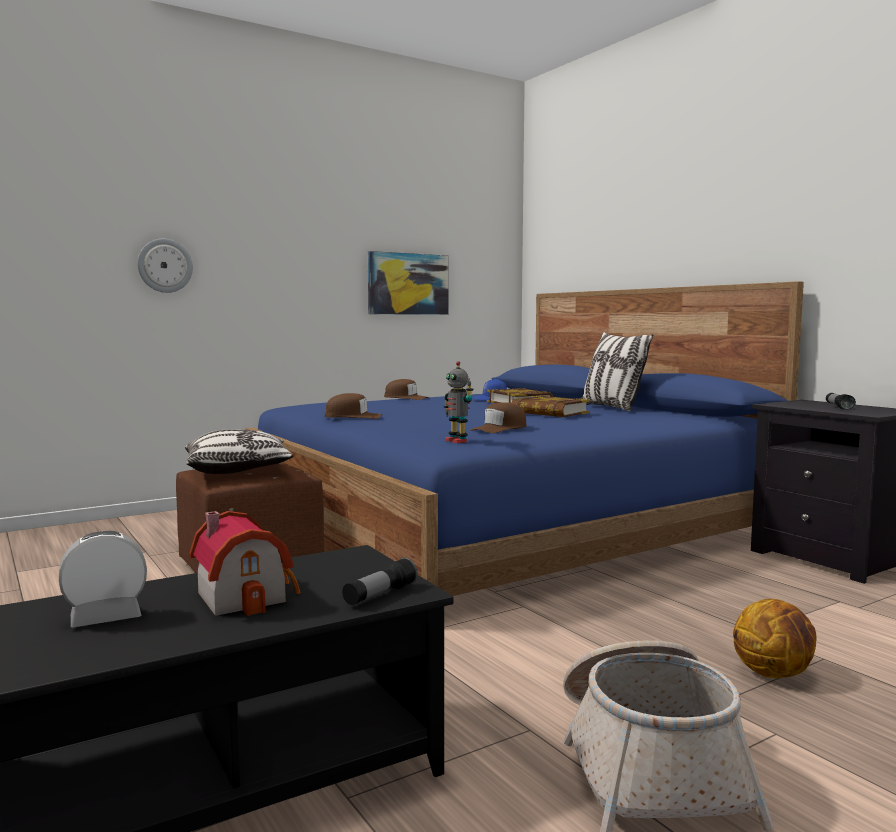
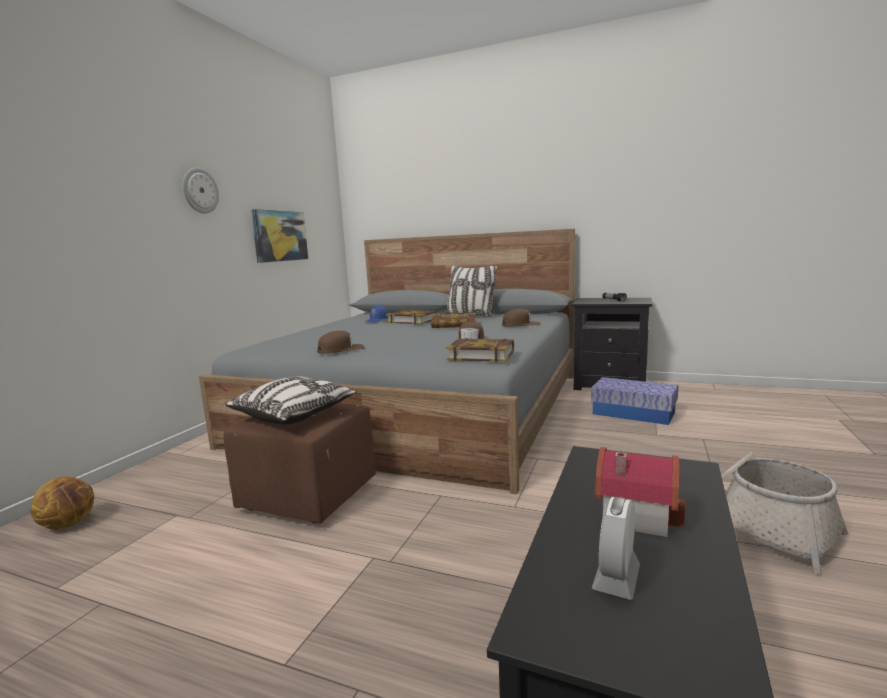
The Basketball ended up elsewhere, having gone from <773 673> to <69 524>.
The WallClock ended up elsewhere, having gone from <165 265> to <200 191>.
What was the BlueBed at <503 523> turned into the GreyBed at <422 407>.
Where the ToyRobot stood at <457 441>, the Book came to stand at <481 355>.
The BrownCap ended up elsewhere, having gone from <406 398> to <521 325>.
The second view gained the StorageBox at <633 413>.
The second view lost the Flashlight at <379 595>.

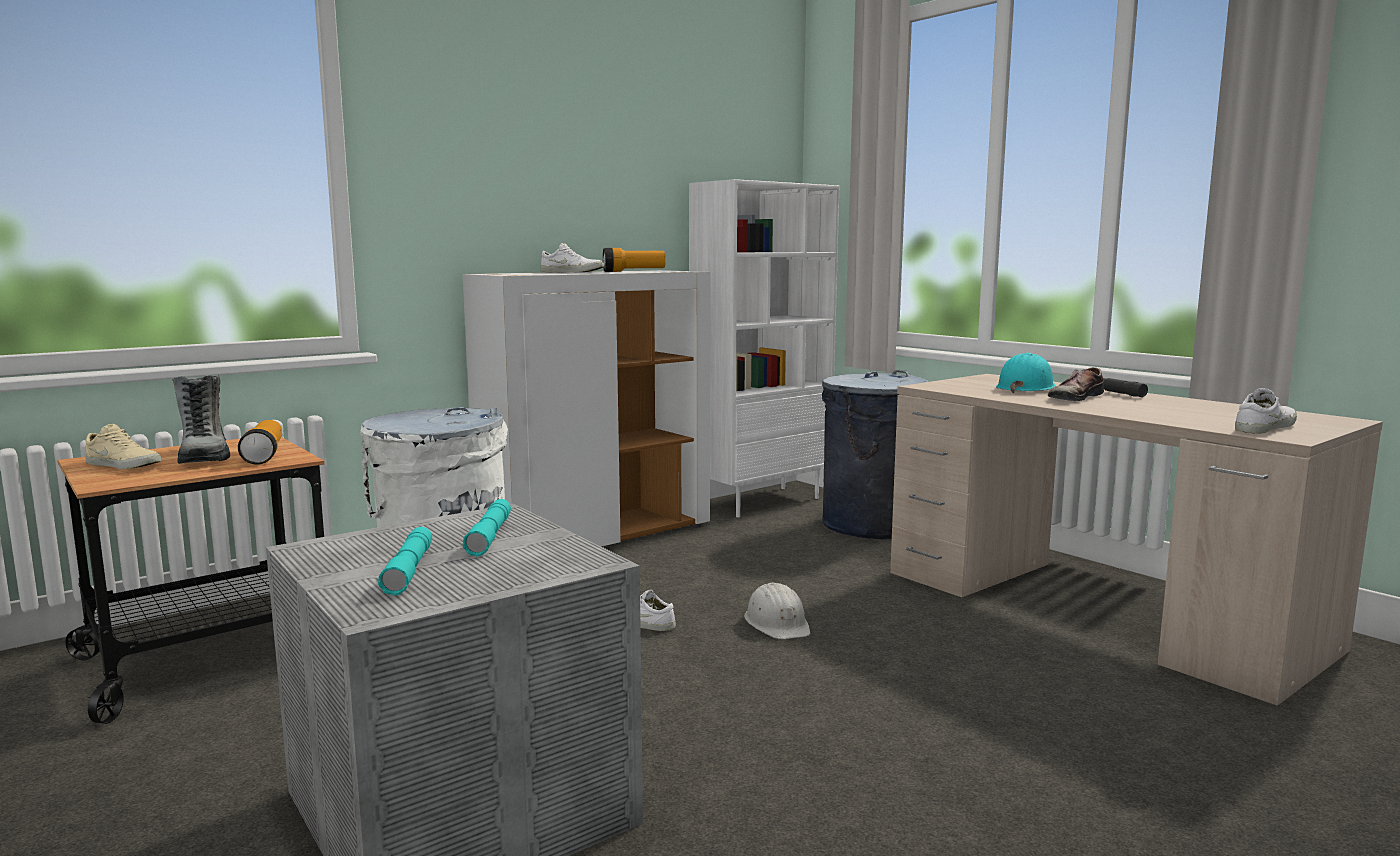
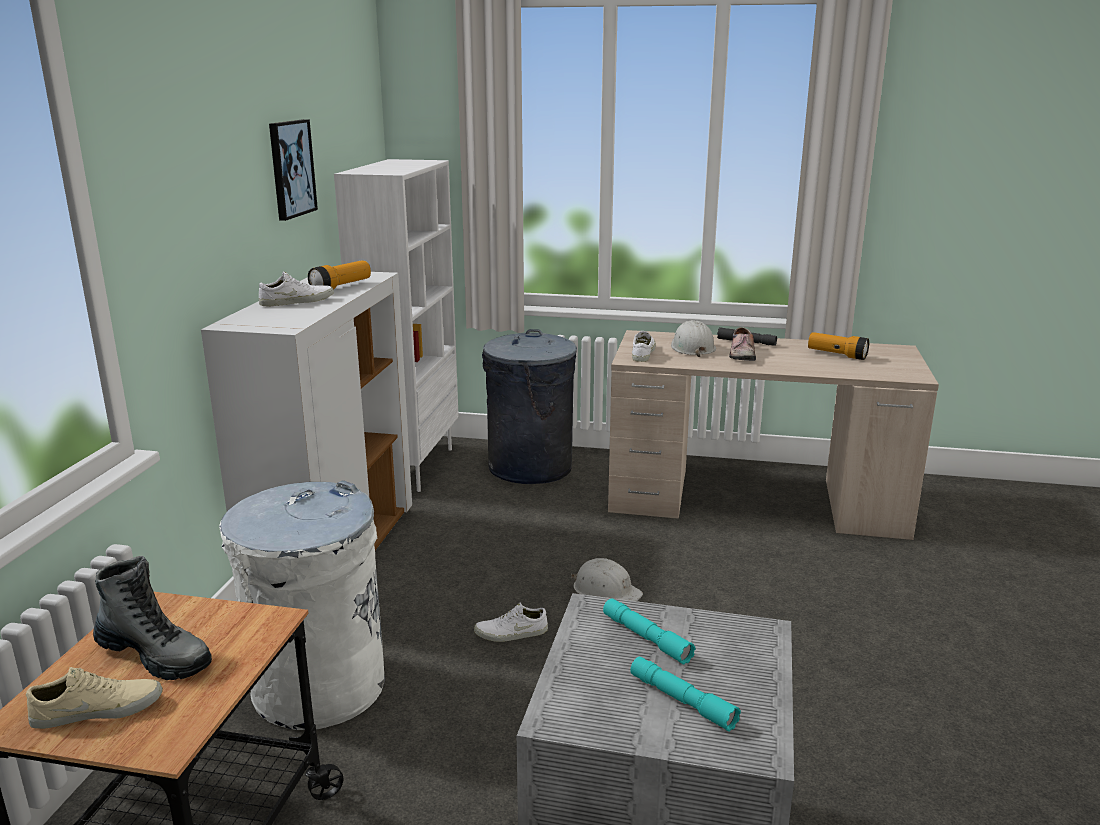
The second view gained the Picture at <291 168>.
The WhiteShoe ended up elsewhere, having gone from <1263 427> to <642 353>.
What was the TurquoiseHardHat at <1026 388> turned into the WhiteHardHat at <692 347>.
The Flashlight ended up elsewhere, having gone from <264 455> to <837 355>.

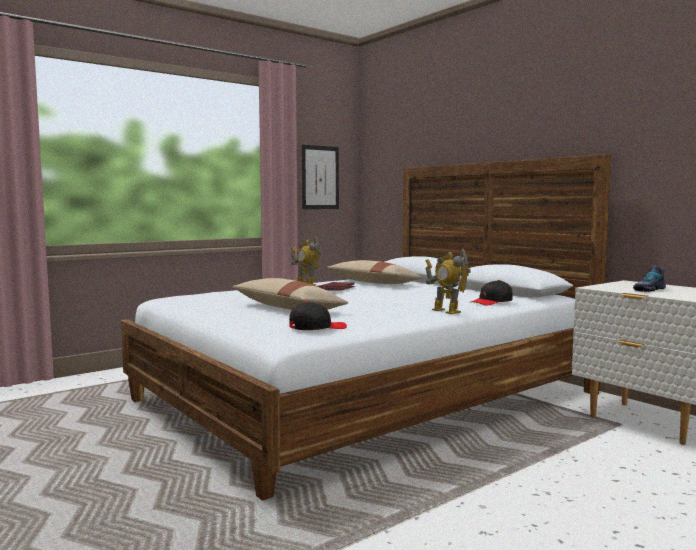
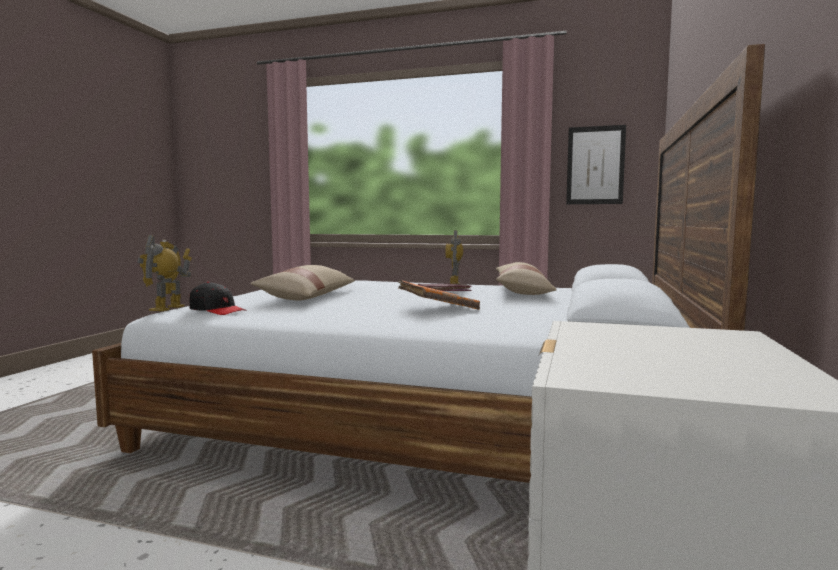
The ToyRobot ended up elsewhere, having gone from <446 311> to <168 308>.
The second view gained the OrangeBook at <438 308>.
The second view lost the BlackCap at <491 302>.
The second view lost the Shoe at <648 289>.

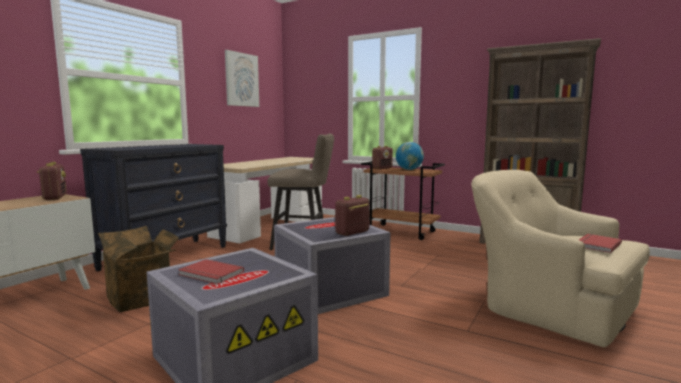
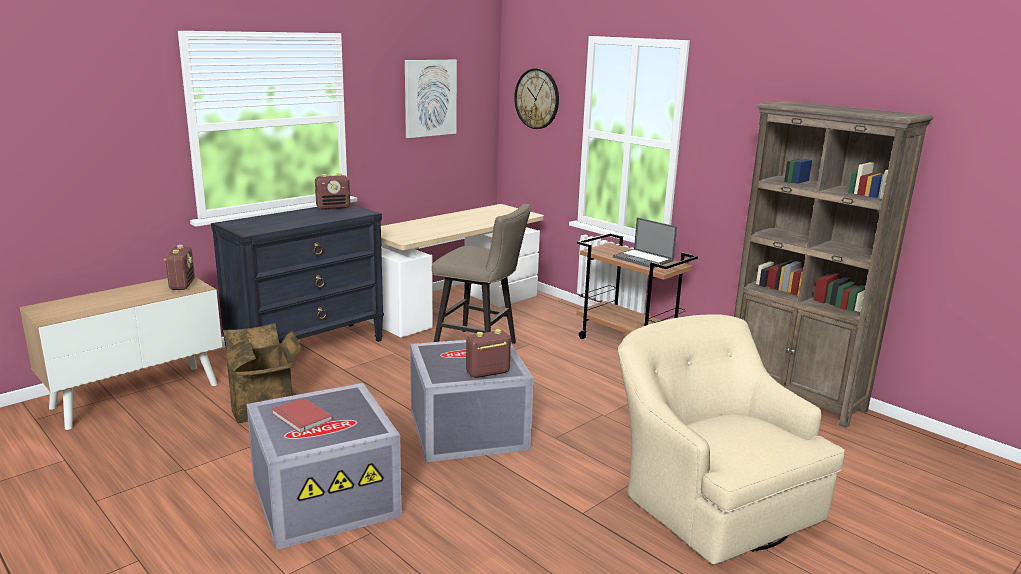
The Radio ended up elsewhere, having gone from <382 168> to <333 208>.
The second view gained the WallClock at <537 98>.
Where the Globe stood at <409 169>, the Laptop came to stand at <644 259>.
The second view lost the RedBook at <596 245>.

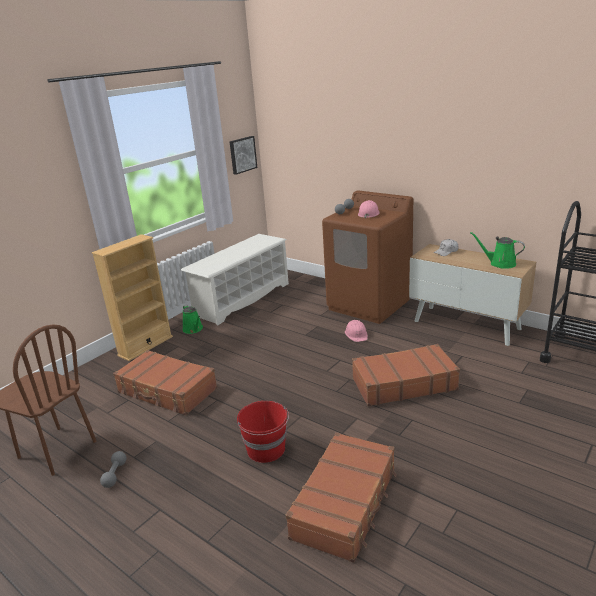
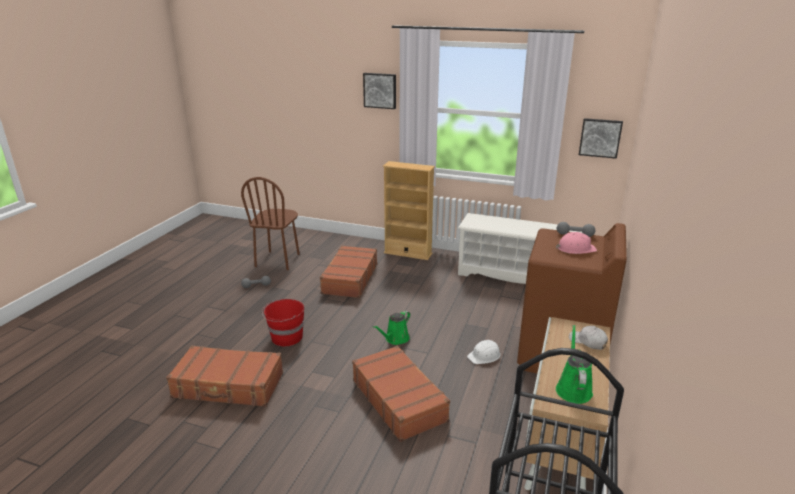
The second view gained the Picture at <380 90>.
The GreenWateringCan ended up elsewhere, having gone from <193 329> to <395 339>.
What was the PinkHardHat at <356 334> turned into the WhiteHardHat at <484 356>.

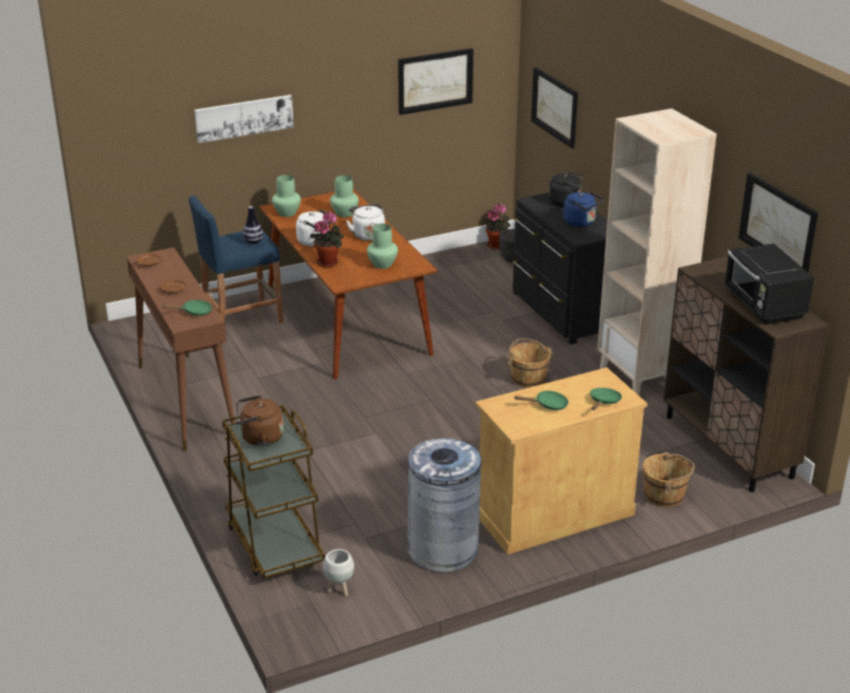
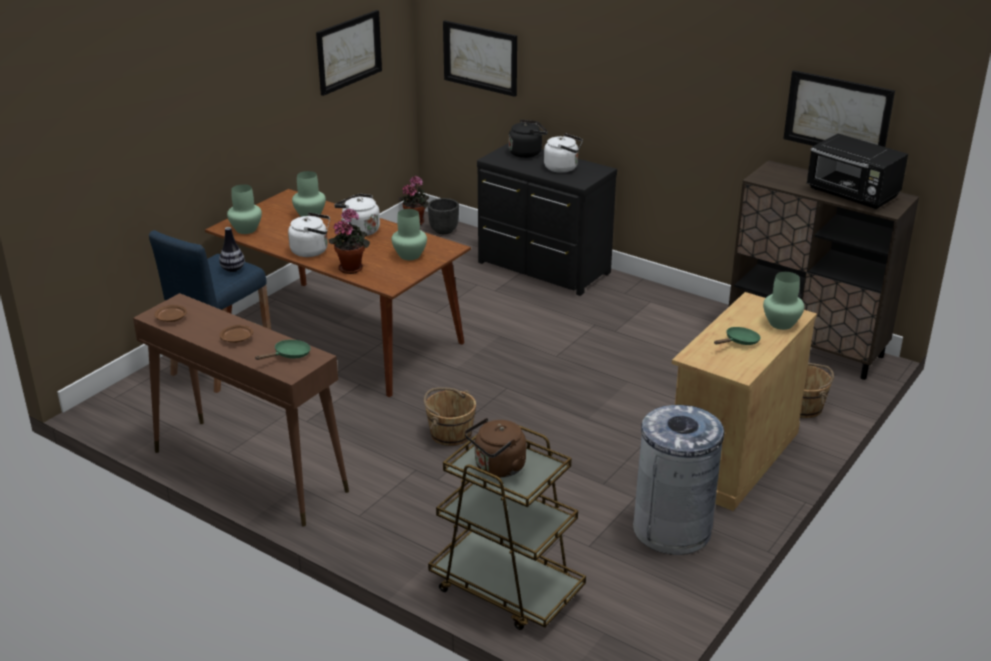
The BrownBucket ended up elsewhere, having gone from <528 378> to <450 433>.
What was the BlueKettle at <581 222> turned into the WhiteKettle at <563 168>.
Where the GreenFryingPan stood at <604 402>, the GreenVase came to stand at <781 323>.
The second view lost the Picture at <244 117>.
The second view lost the WhitePlanter at <339 590>.
The second view lost the BeigeBookcase at <641 378>.

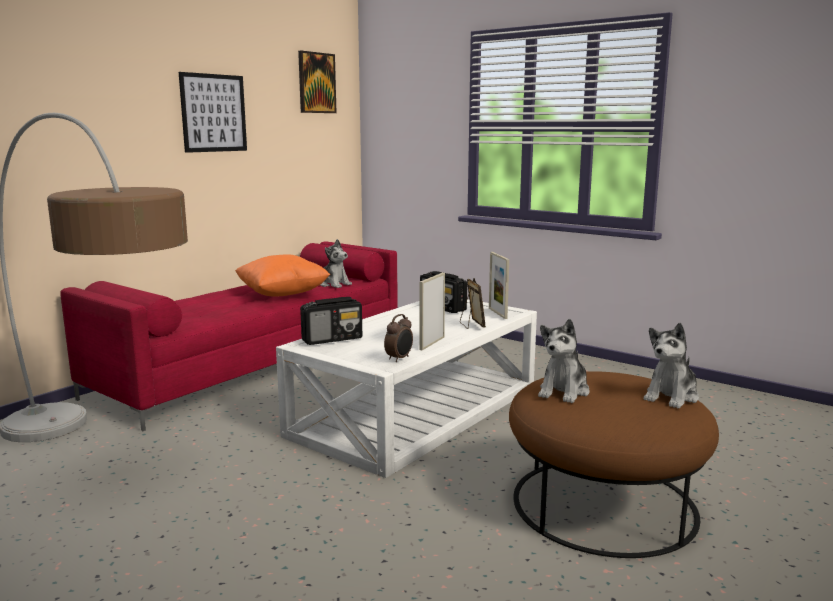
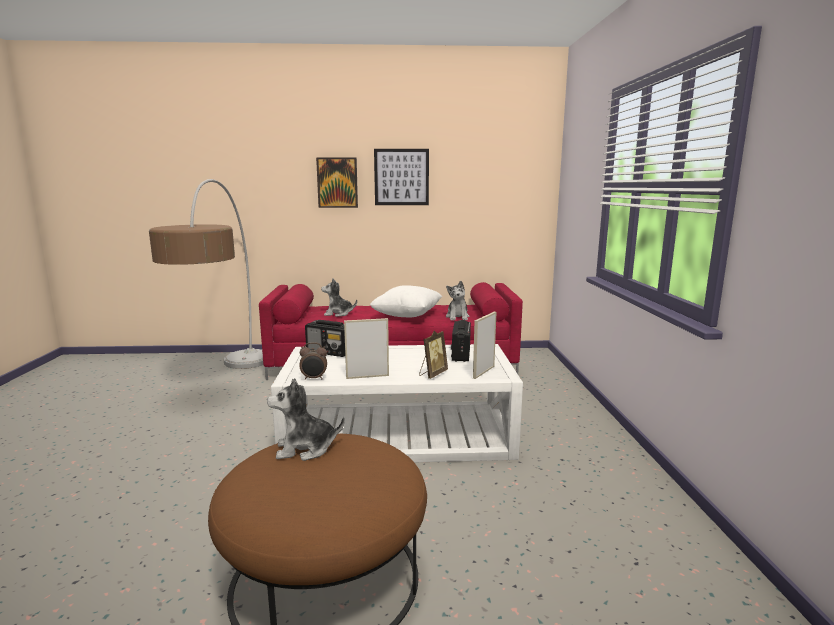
The Picture ended up elsewhere, having gone from <316 83> to <337 182>.
The PlushToy ended up elsewhere, having gone from <671 396> to <338 314>.
What was the OrangePillow at <283 295> turned into the WhitePillow at <407 316>.

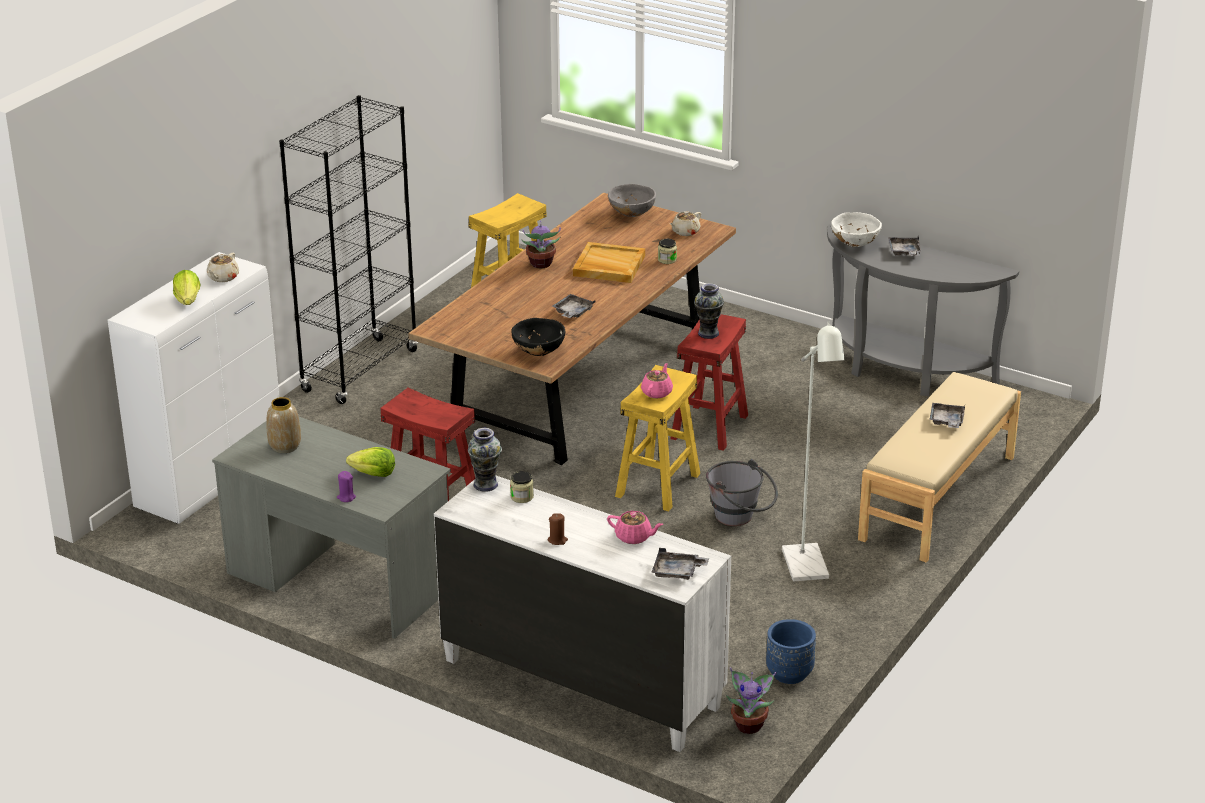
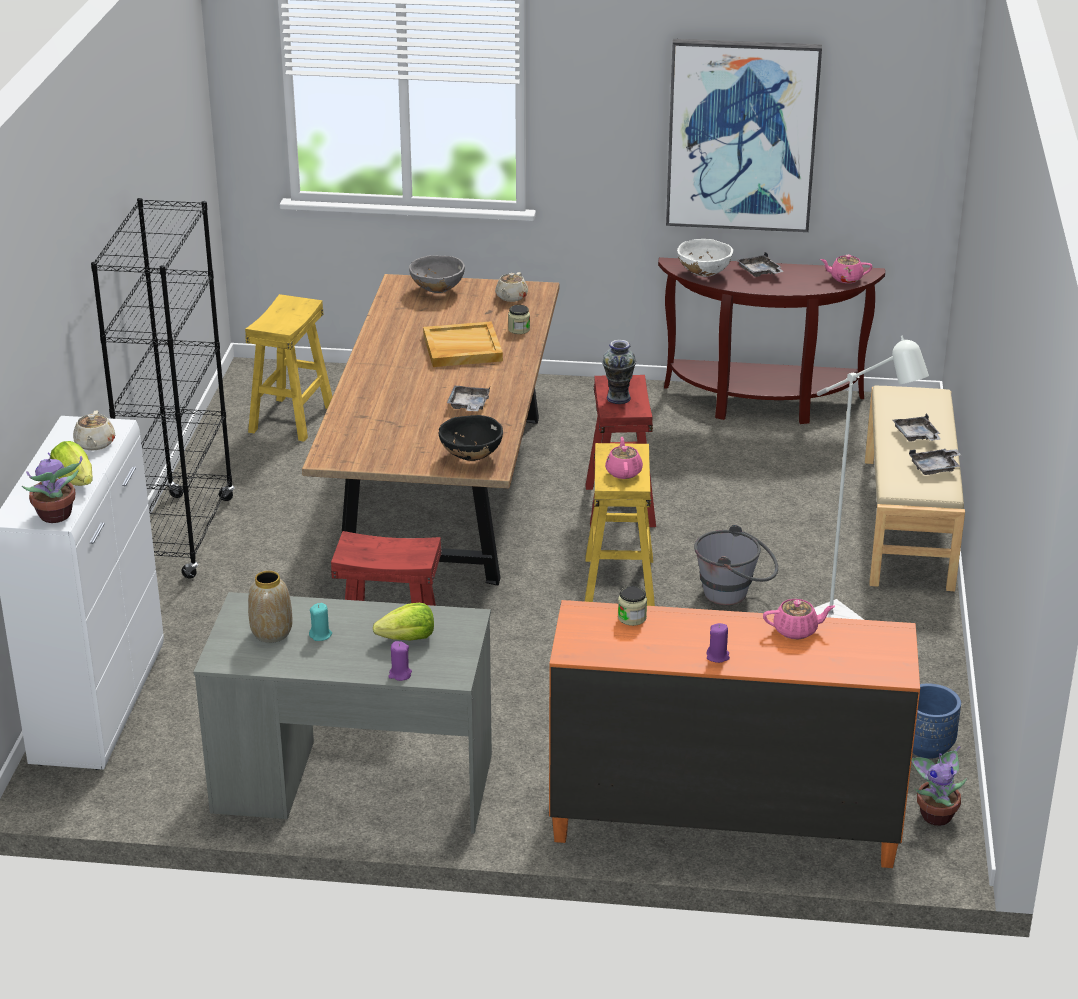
The PottedPlant ended up elsewhere, having gone from <541 264> to <55 516>.
The second view gained the TurquoiseCandle at <320 635>.
What was the WhiteDresser at <581 682> turned into the OrangeDresser at <722 821>.
What was the GreyConsoleTable at <903 371> turned into the BrownConsoleTable at <762 403>.
The second view gained the Picture at <742 135>.
What was the BrownCandle at <557 540> turned into the PurpleCandle at <718 656>.
The second view gained the PinkTeapot at <845 278>.
The GreyTray ended up elsewhere, having gone from <677 572> to <935 468>.
The second view lost the Vase at <485 484>.

